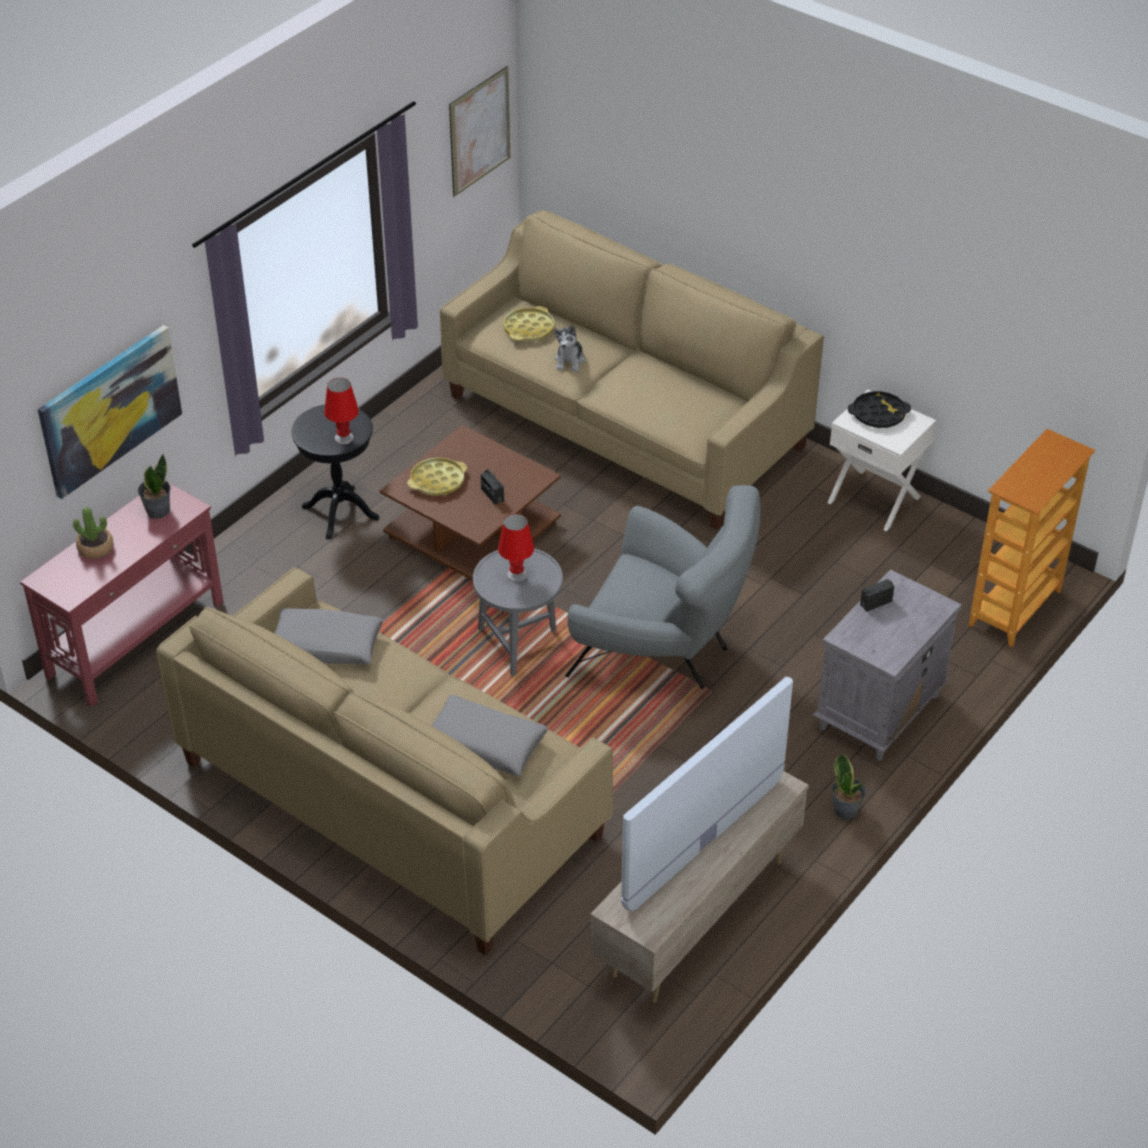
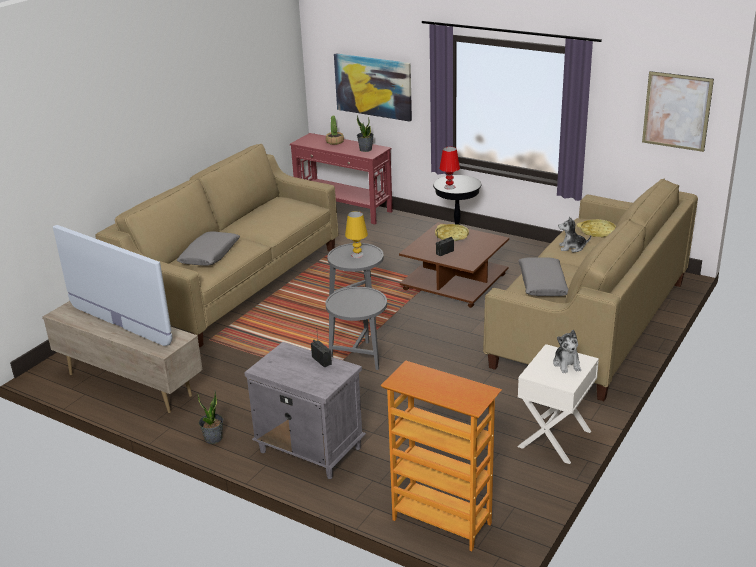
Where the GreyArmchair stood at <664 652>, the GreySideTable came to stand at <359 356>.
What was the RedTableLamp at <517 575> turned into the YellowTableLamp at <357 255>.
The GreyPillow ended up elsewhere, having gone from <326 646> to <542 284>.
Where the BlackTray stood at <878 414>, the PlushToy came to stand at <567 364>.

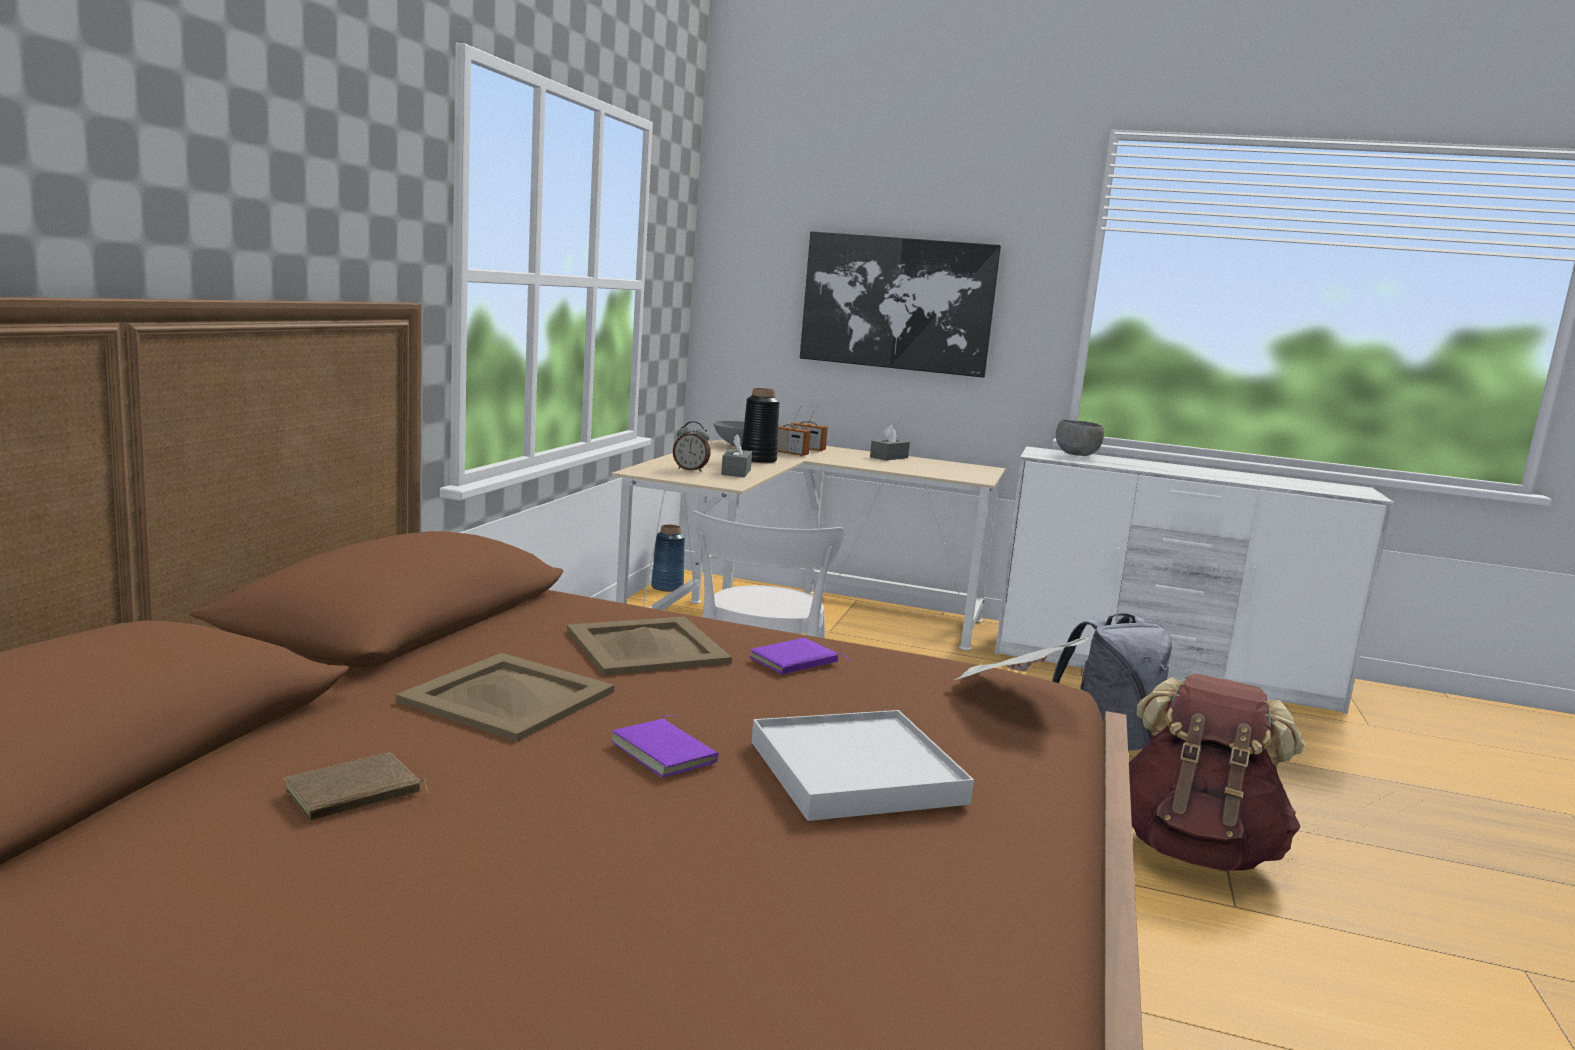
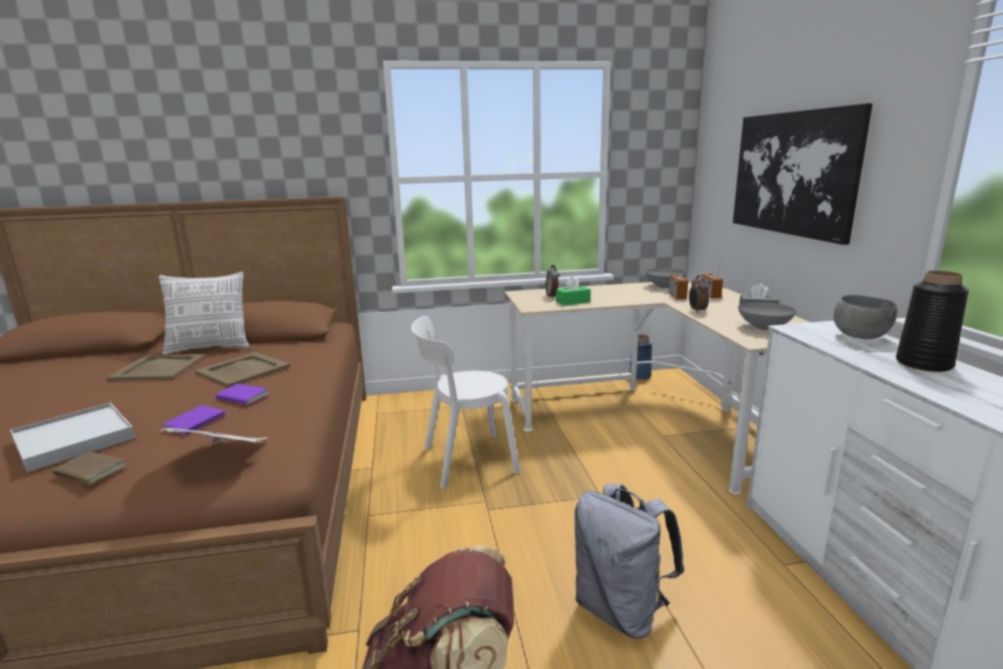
The BrownBook ended up elsewhere, having gone from <354 795> to <88 472>.
The second view gained the Pillow at <210 348>.
The PurpleBook ended up elsewhere, having gone from <667 752> to <196 423>.
What was the GreyTissueBox at <736 472> turned into the GreenTissueBox at <573 302>.
The second view gained the AlarmClock at <697 311>.
The second view gained the GreyBowl at <764 328>.
The BlackVase ended up elsewhere, having gone from <758 460> to <924 364>.

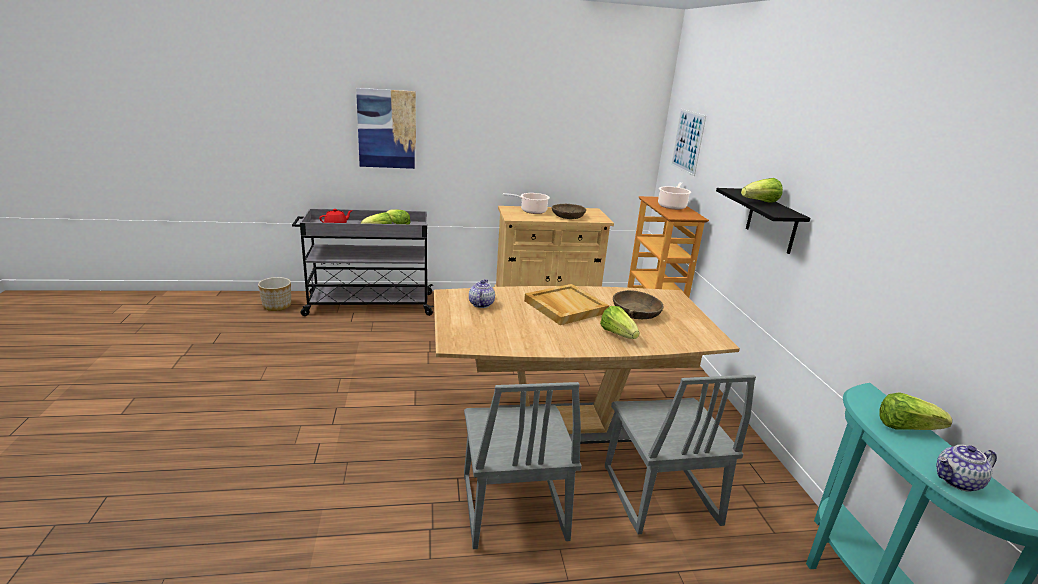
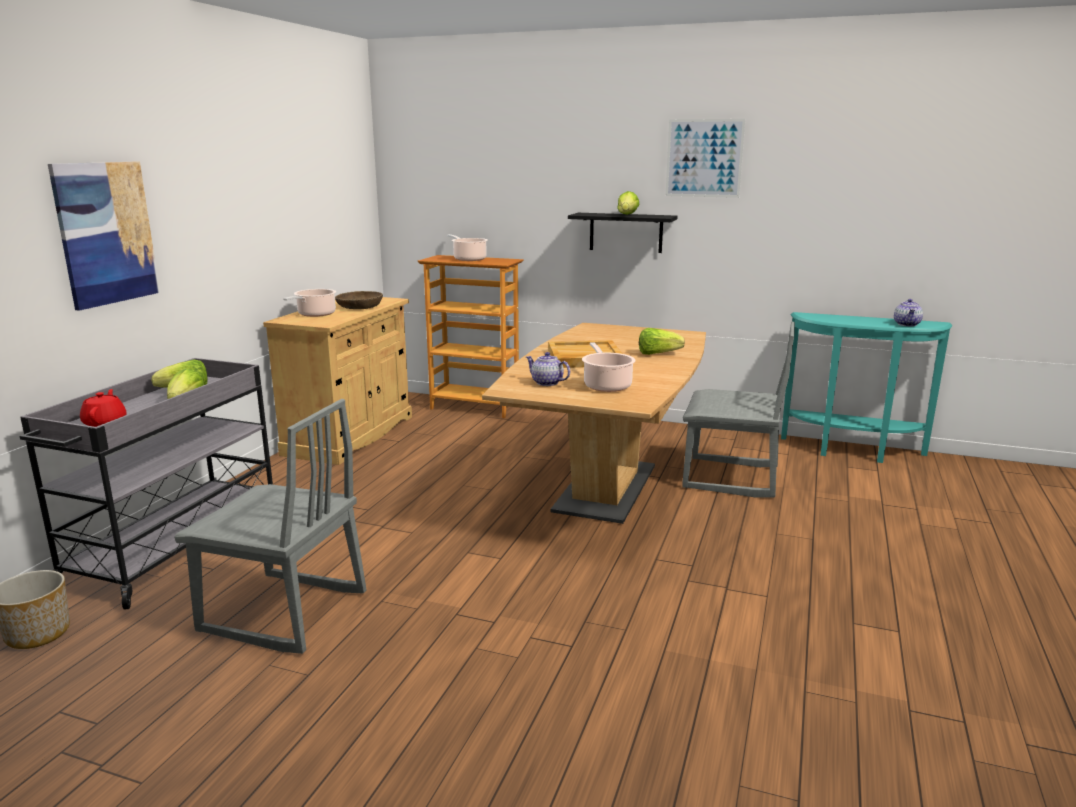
The GreyChair ended up elsewhere, having gone from <512 508> to <283 613>.
The second view gained the CookingPot at <606 385>.
The Picture ended up elsewhere, having gone from <687 141> to <704 158>.
The second view lost the BrownBowl at <636 312>.
The second view lost the Lettuce at <905 427>.

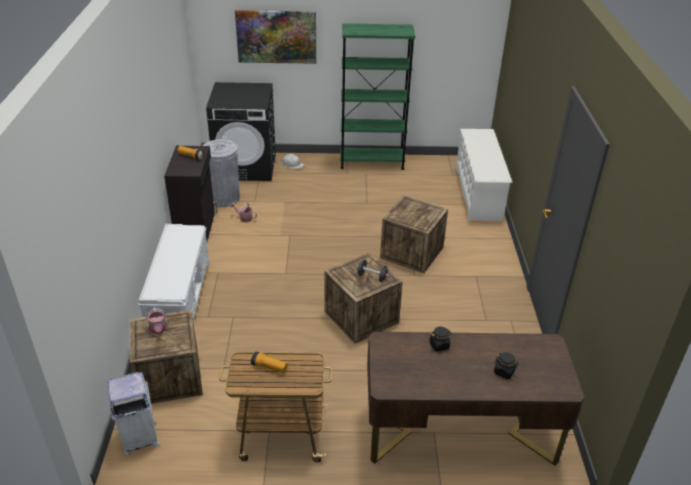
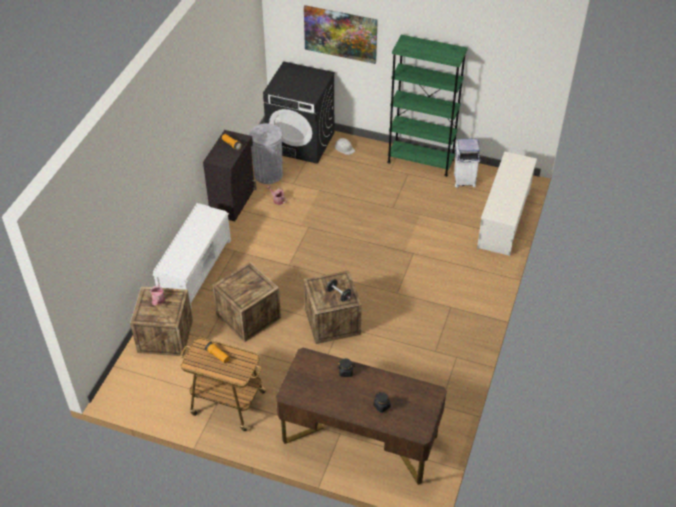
The Crate ended up elsewhere, having gone from <412 252> to <248 316>.
The WhiteTrashCan ended up elsewhere, having gone from <139 437> to <464 180>.

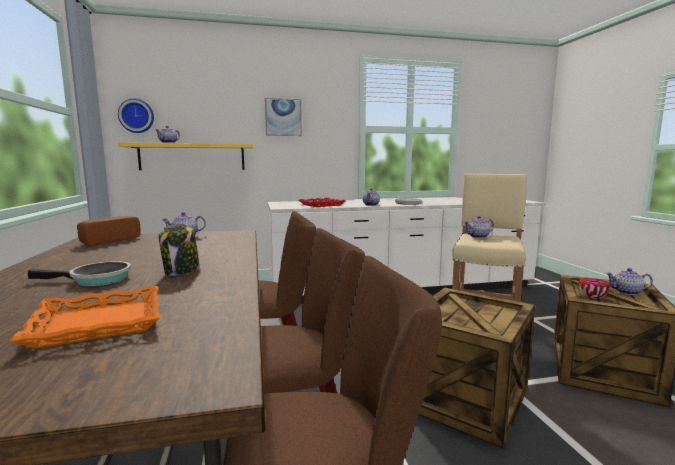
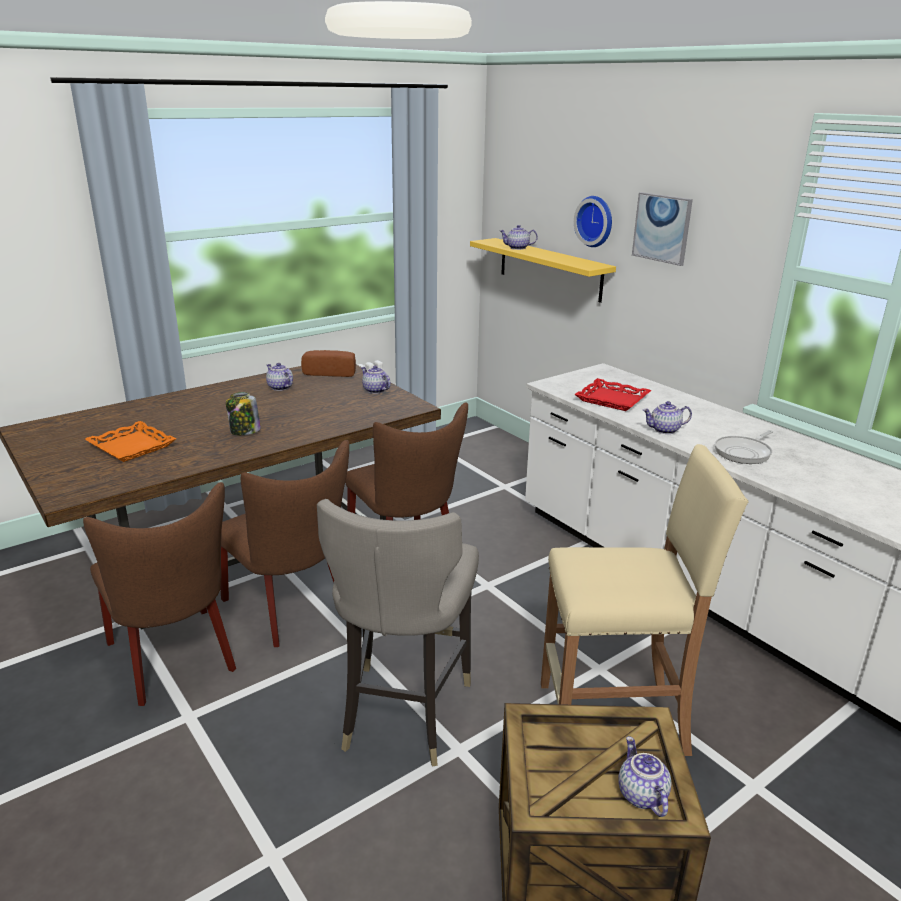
The Teapot ended up elsewhere, having gone from <478 237> to <279 387>.
Where the Crate stood at <467 399>, the GreyStool came to stand at <403 714>.
The WallClock ended up elsewhere, having gone from <137 116> to <596 221>.
The second view lost the FryingPan at <96 280>.
The second view lost the Bowl at <591 297>.

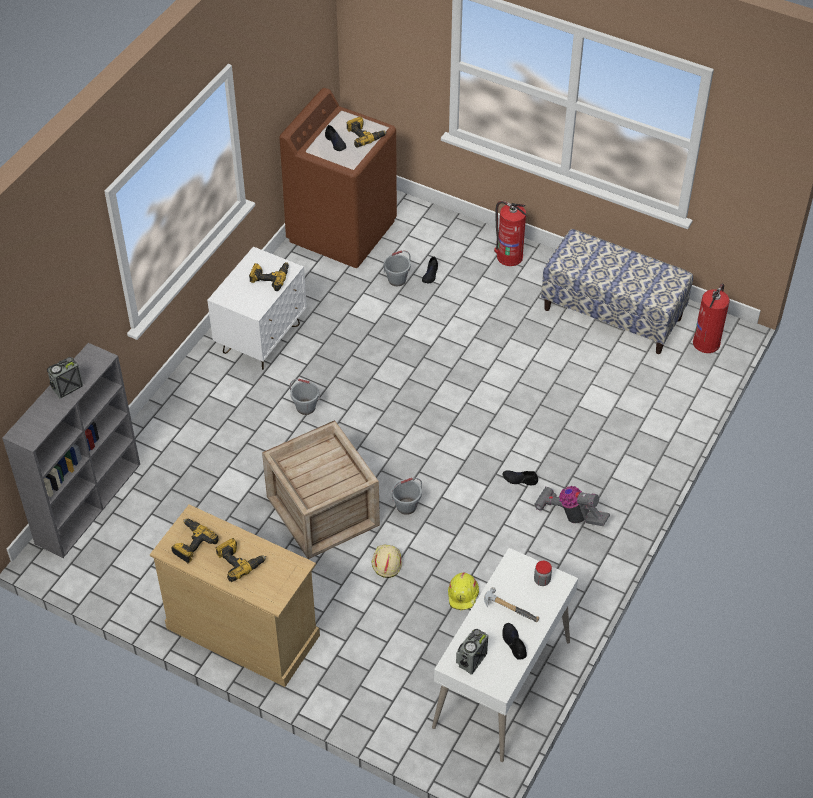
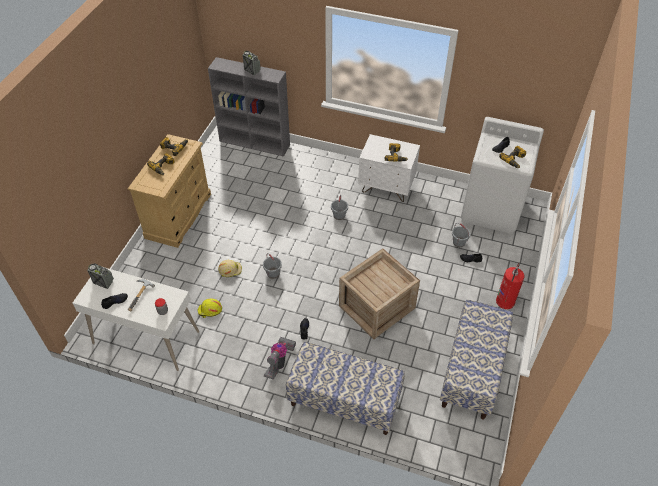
The second view gained the Bench at <344 401>.
The Crate ended up elsewhere, having gone from <322 512> to <376 307>.
What was the BrownWashingMachine at <342 230> turned into the WhiteWashingMachine at <492 209>.
The second view lost the FireExtinguisher at <707 342>.

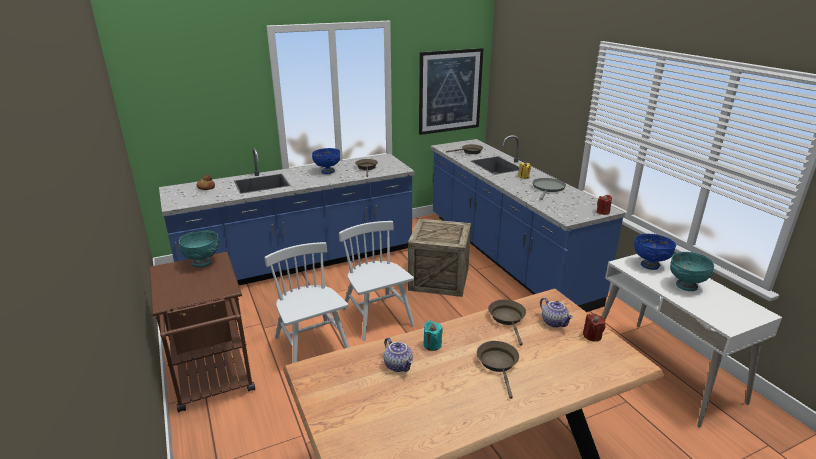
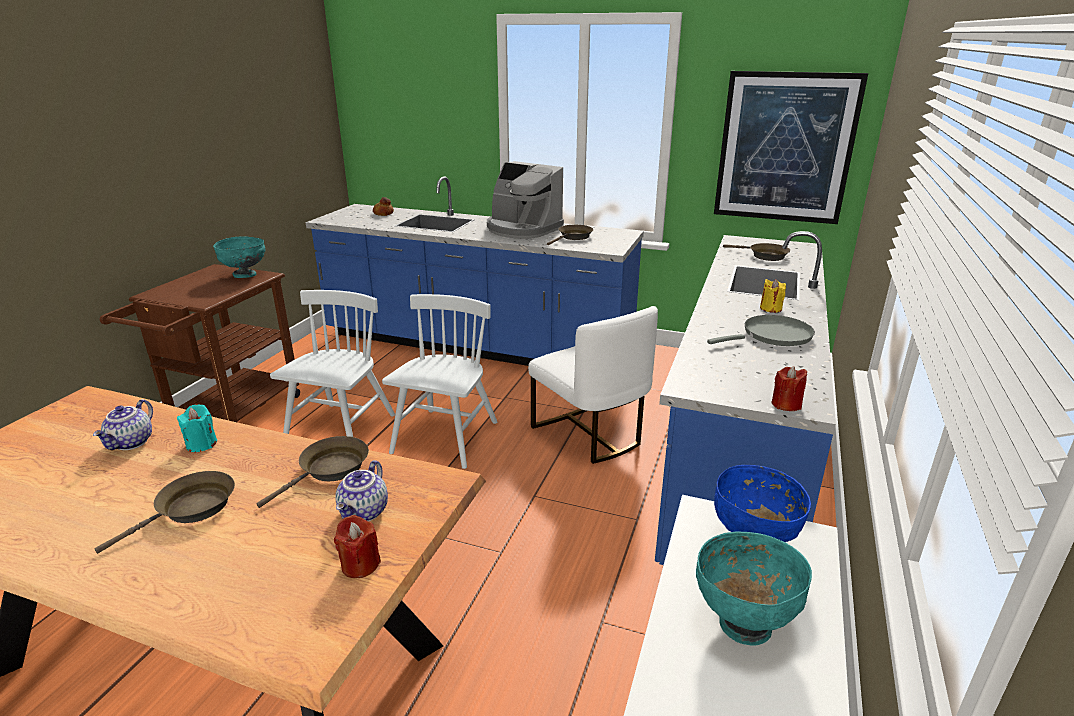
Where the BlueBowl stood at <327 171>, the CoffeeMachine came to stand at <522 229>.
Where the Crate stood at <439 279>, the WhiteChair came to stand at <590 434>.

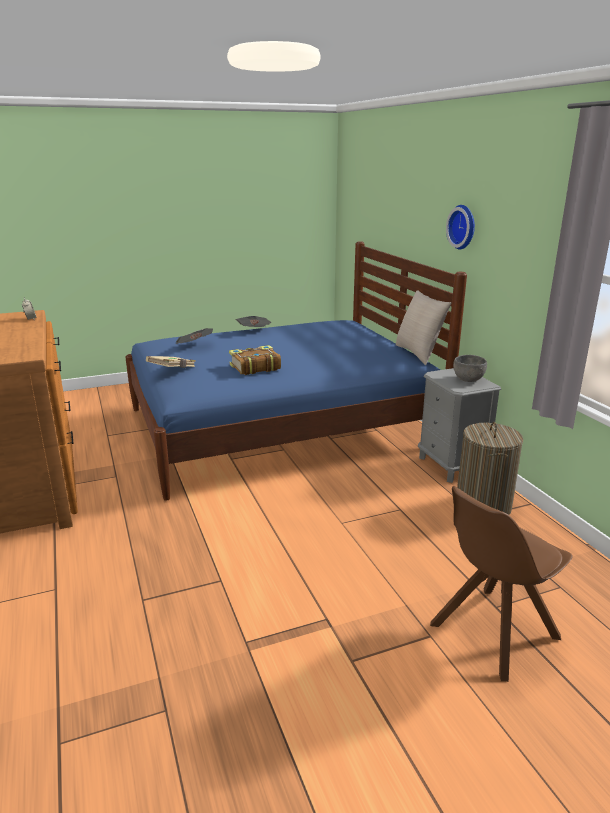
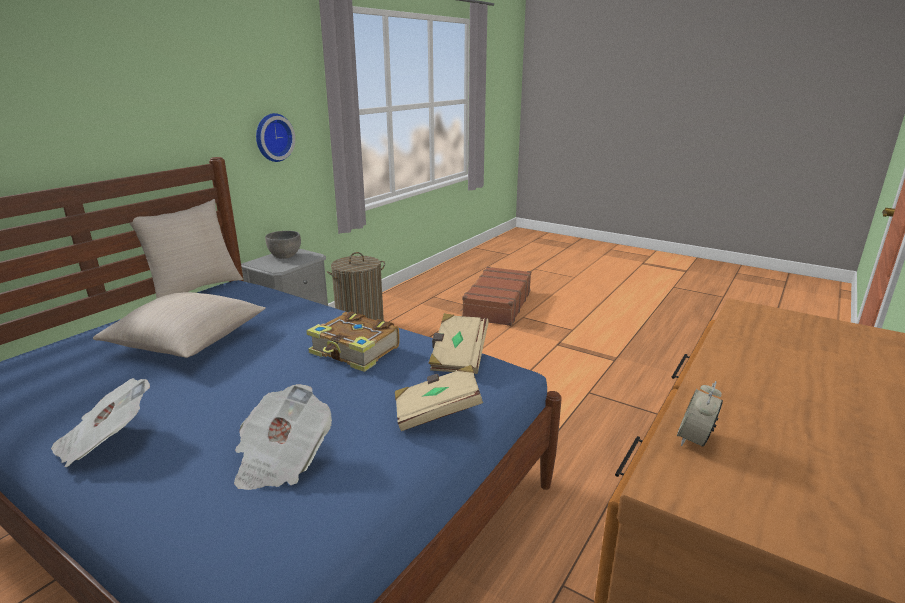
The second view gained the BeigePillow at <188 341>.
The WallClock ended up elsewhere, having gone from <463 227> to <272 137>.
The second view gained the BeigeBook at <458 357>.
Where the BrownChair stood at <491 632>, the BrownSuitcase came to stand at <497 305>.

